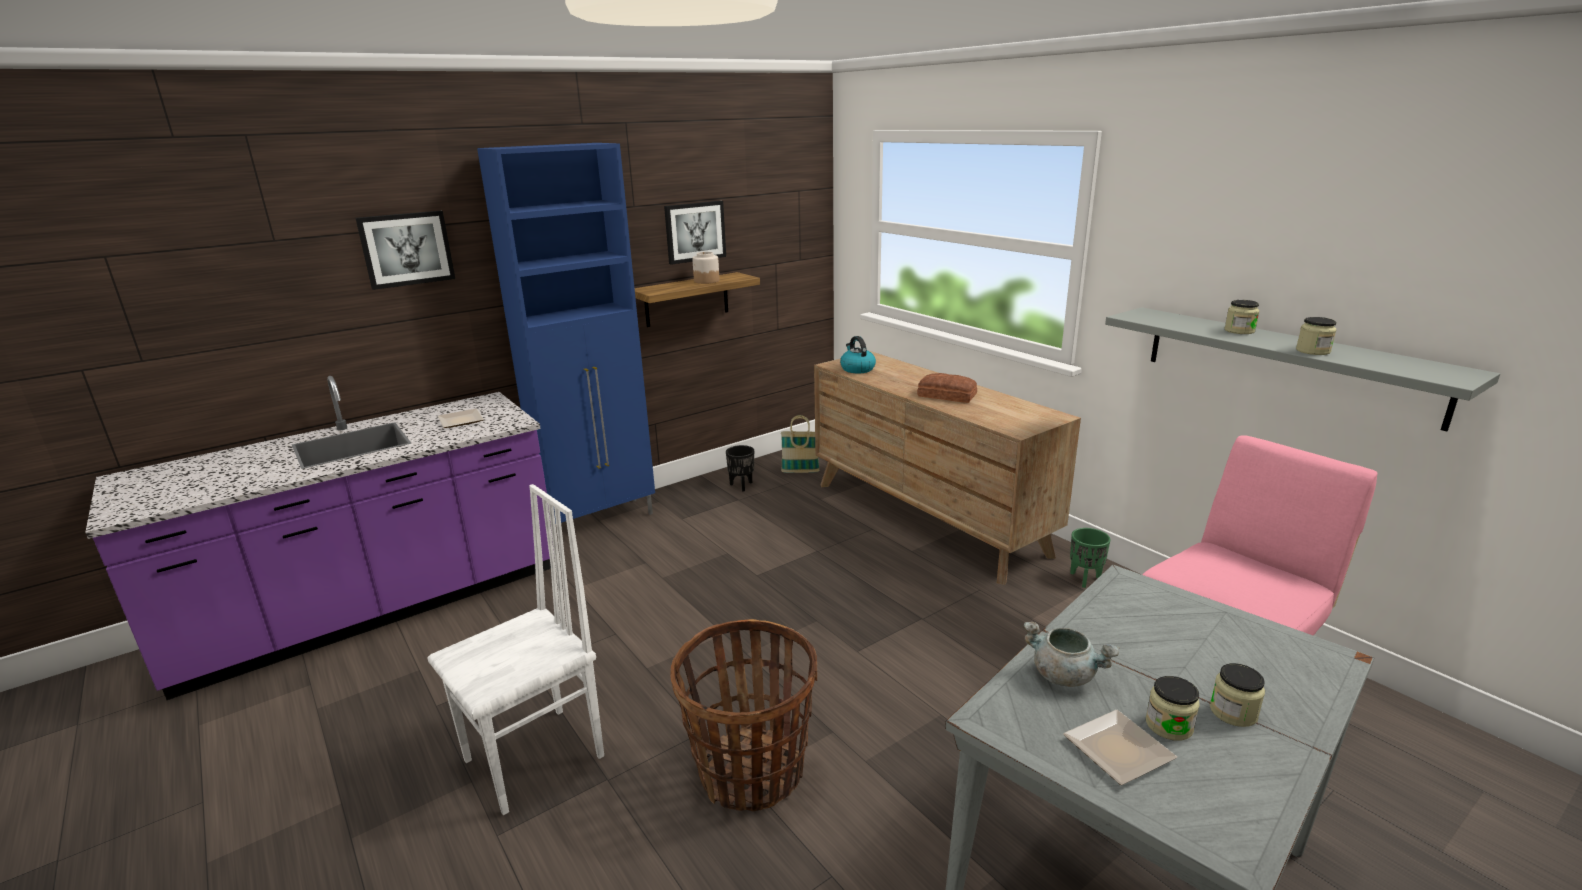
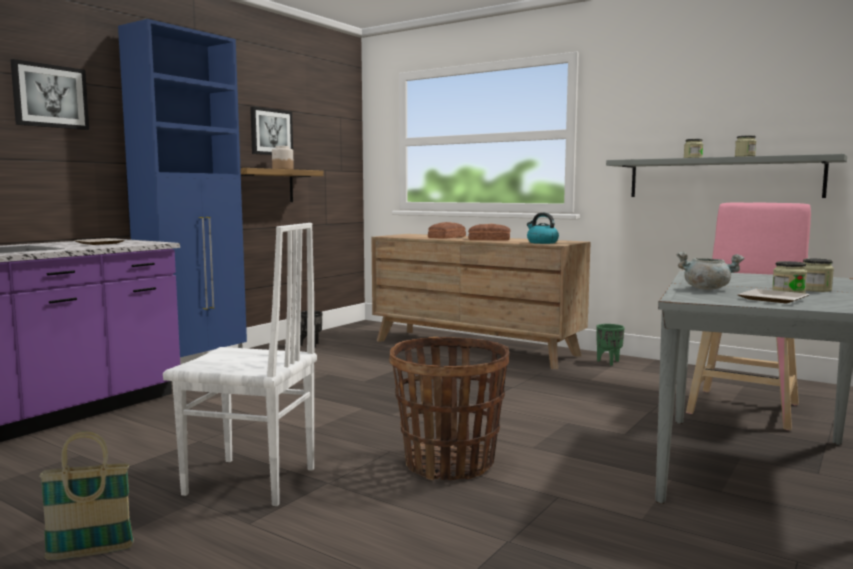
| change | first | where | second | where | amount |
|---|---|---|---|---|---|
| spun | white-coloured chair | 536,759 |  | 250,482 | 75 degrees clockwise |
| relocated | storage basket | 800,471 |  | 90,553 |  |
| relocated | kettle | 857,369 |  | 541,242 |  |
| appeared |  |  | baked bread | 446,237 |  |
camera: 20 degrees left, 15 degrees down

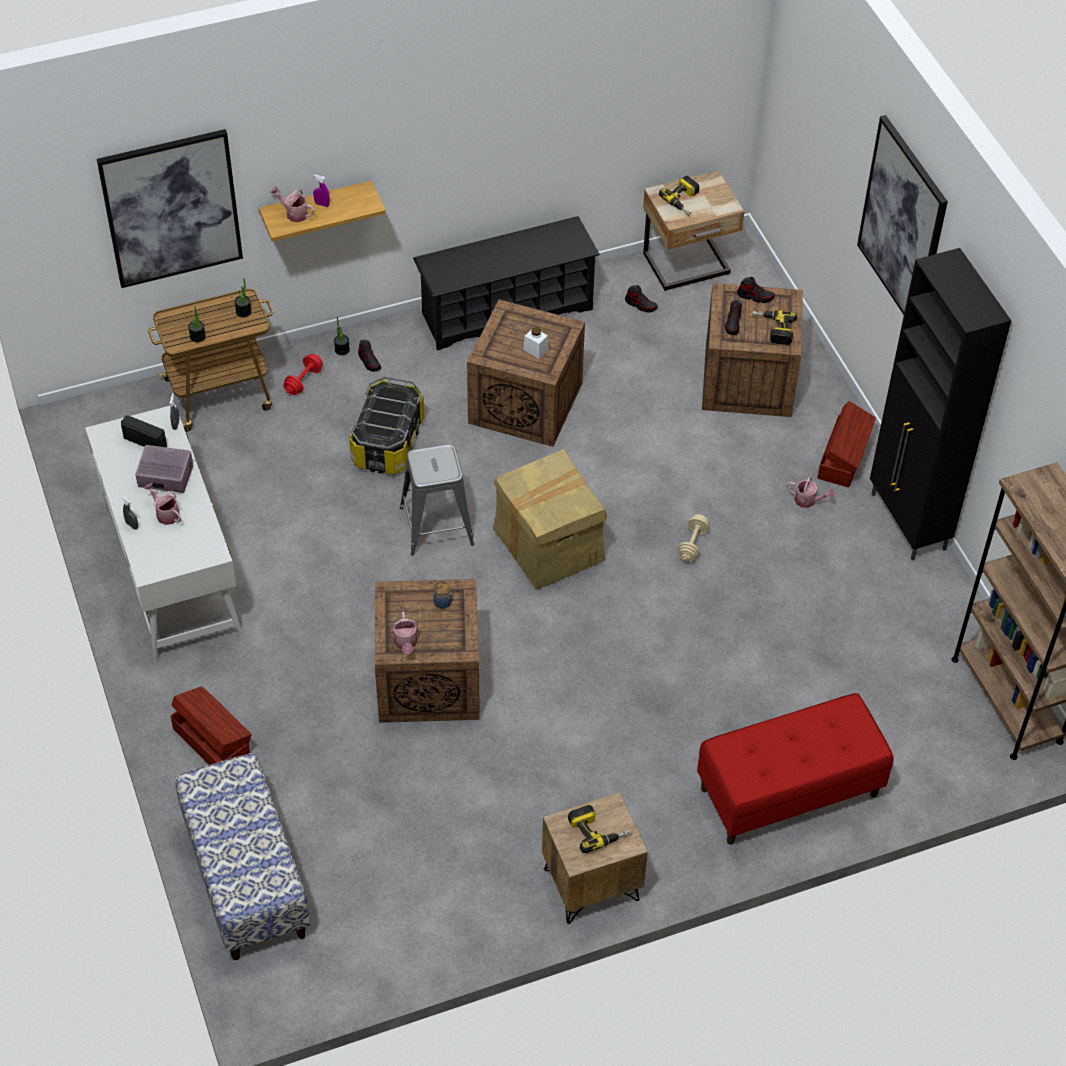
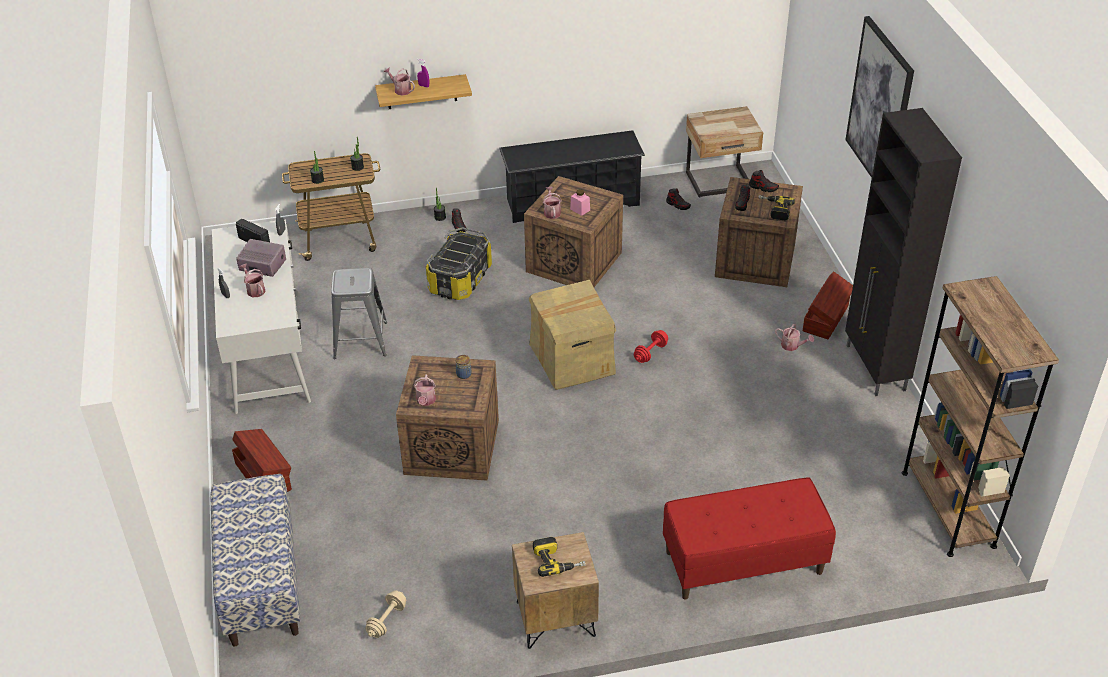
| change | first | where | second | where | amount |
|---|---|---|---|---|---|
| missing | wall art | 171,208 |  |  |  |
| relocated | red-coloured dumbbell | 303,381 |  | 650,353 |  |
| relocated | grey stool | 436,526 |  | 360,340 |  |
| colour | white-coloured preserve jar | 535,349 | pink-coloured preserve jar | 580,209 |  |
| missing | drill | 684,201 |  |  |  |
| relocated | beige-coloured dumbbell | 692,544 |  | 387,620 |  |
| appeared |  |  | watering pot | 551,212 |  |
camera: 10 degrees right, 10 degrees down

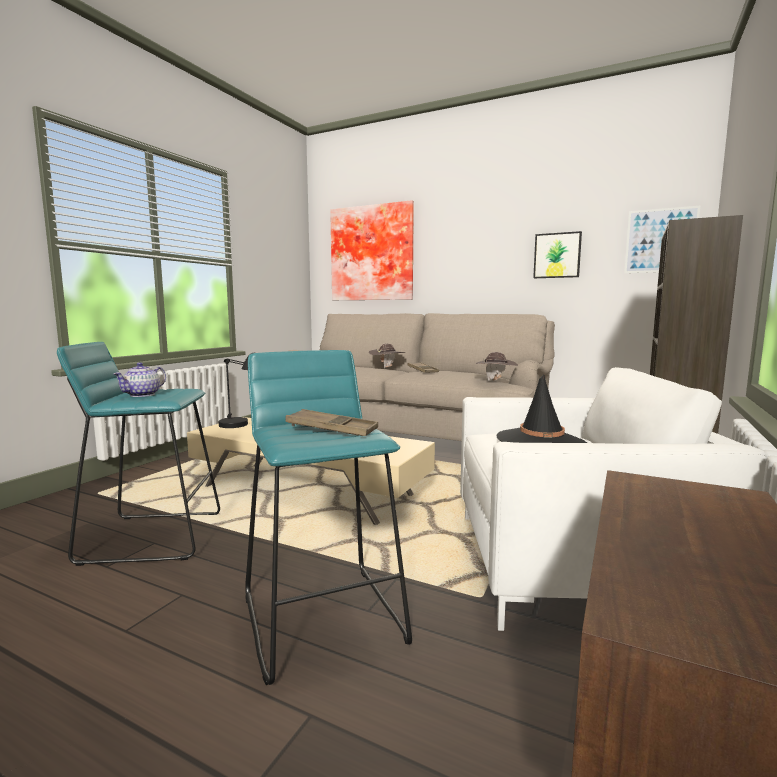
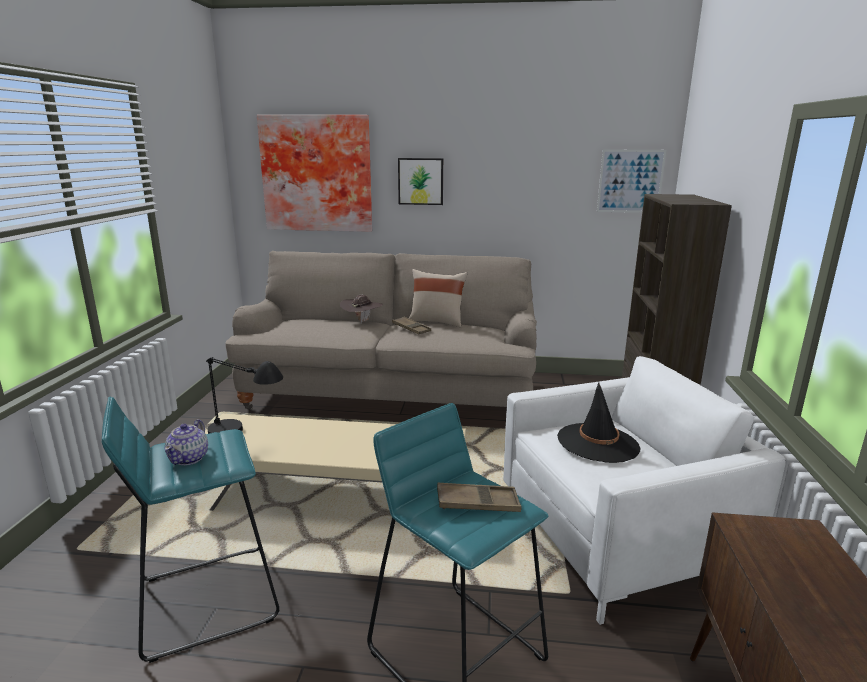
| change | first | where | second | where | amount |
|---|---|---|---|---|---|
| missing | brown hat | 495,381 |  |  |  |
| relocated | wall art | 557,255 |  | 421,181 |  |
| appeared |  |  | beige-coloured throw pillow | 436,322 |  |
camera: 20 degrees left, 10 degrees up

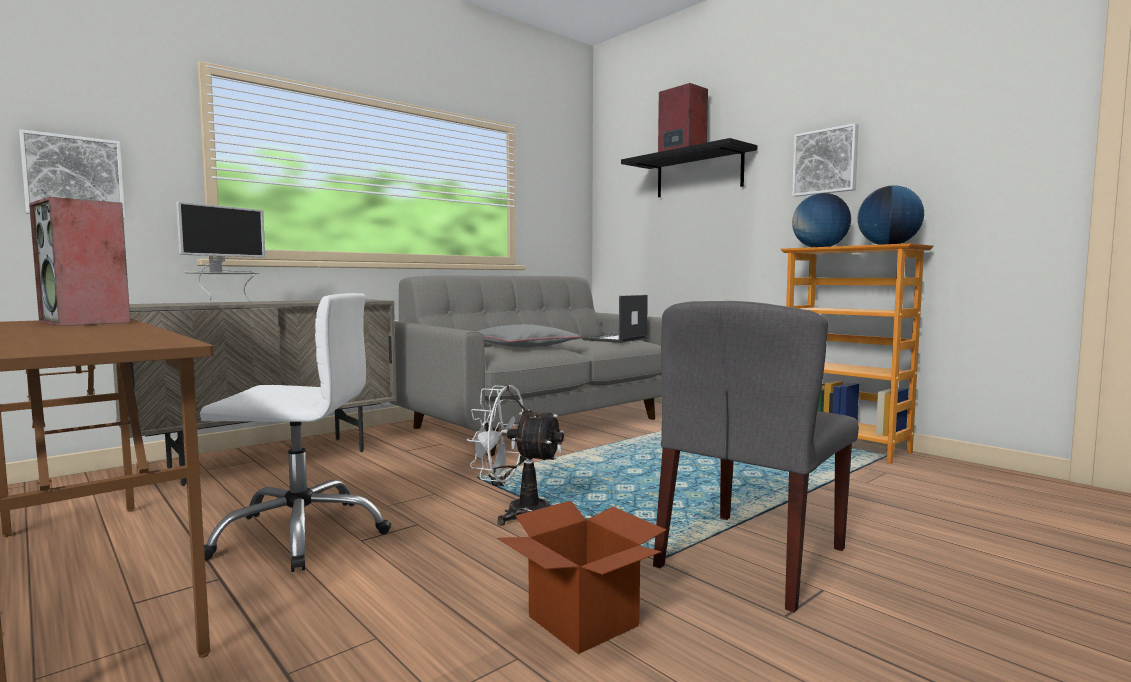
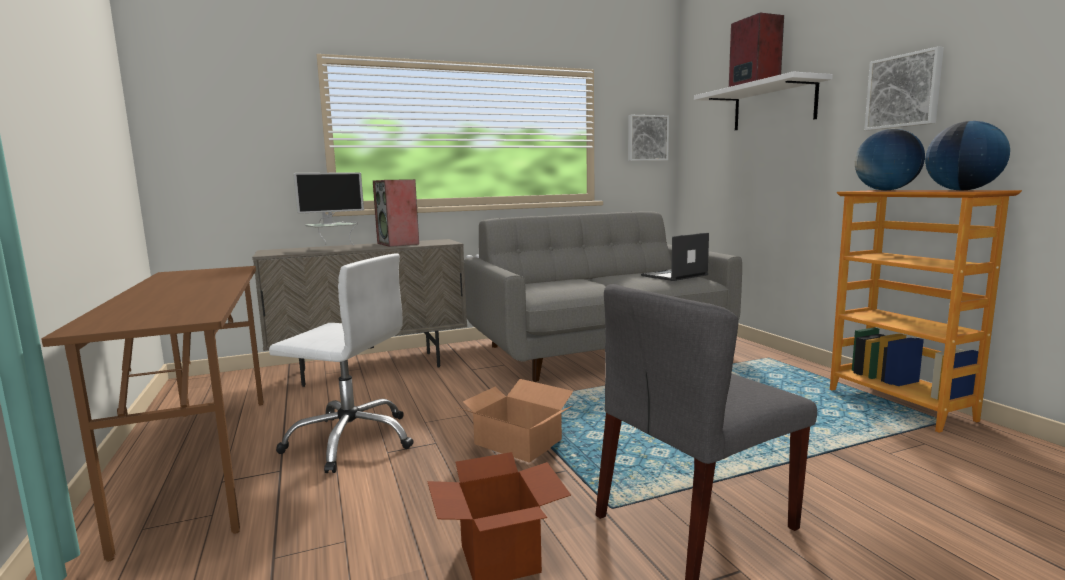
| change | first | where | second | where | amount |
|---|---|---|---|---|---|
| relocated | wall art | 74,177 |  | 647,138 |  |
| relocated | loudspeaker | 86,322 |  | 398,244 |  |
| exchanged | white-coloured fan | 517,513 | packing box | 518,443 |  |
| missing | grey throw pillow | 523,346 |  |  |  |
| colour | blackish bracket shelf | 698,174 | white-coloured bracket shelf | 773,106 |  |
camera: 20 degrees right, 5 degrees up

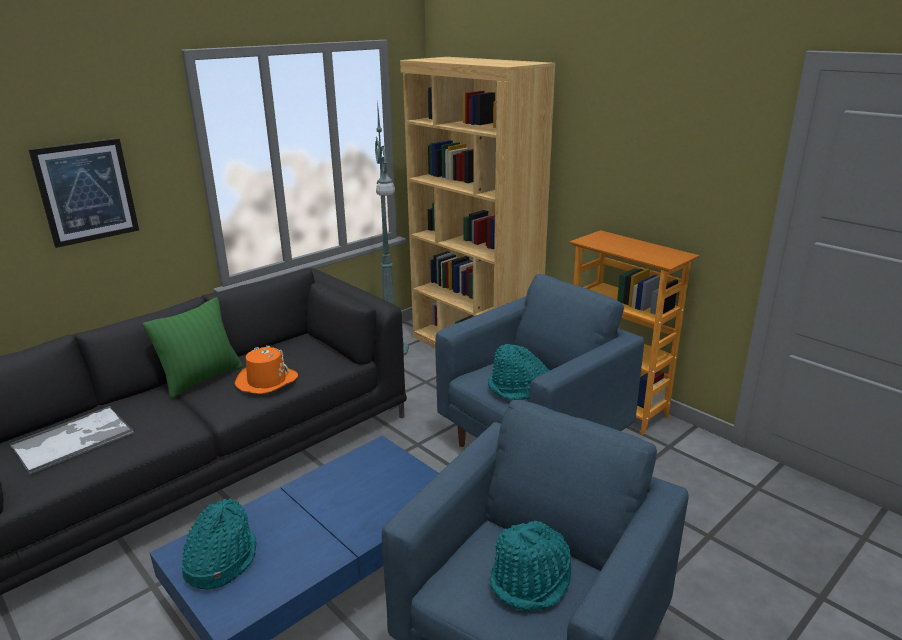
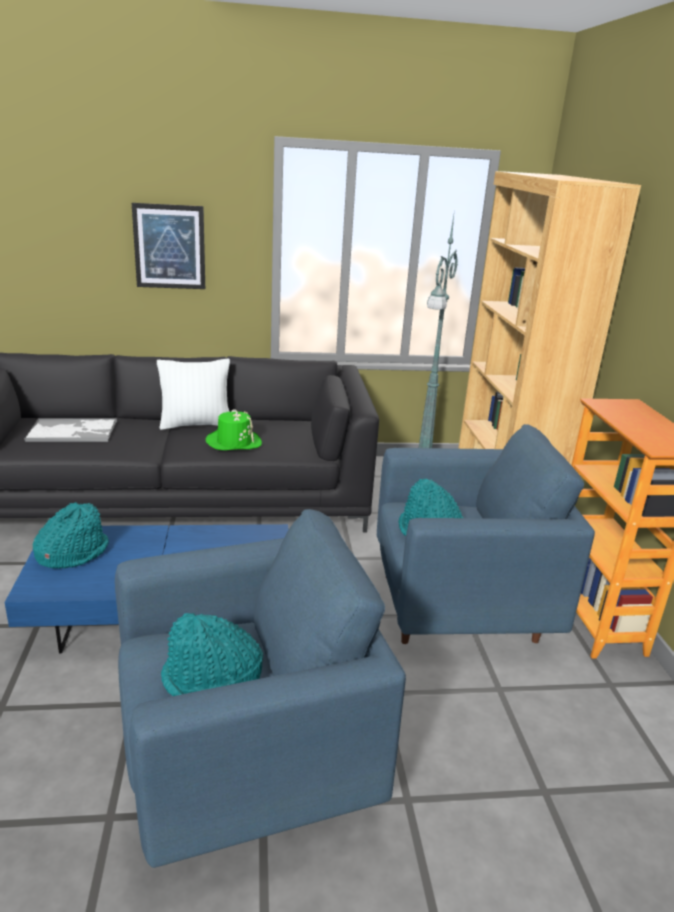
| change | first | where | second | where | amount |
|---|---|---|---|---|---|
| colour | green throw pillow | 202,379 | white-coloured throw pillow | 196,425 |  |
| colour | orange hat | 266,380 | green hat | 234,442 |  |
camera: 35 degrees right, 0 degrees up

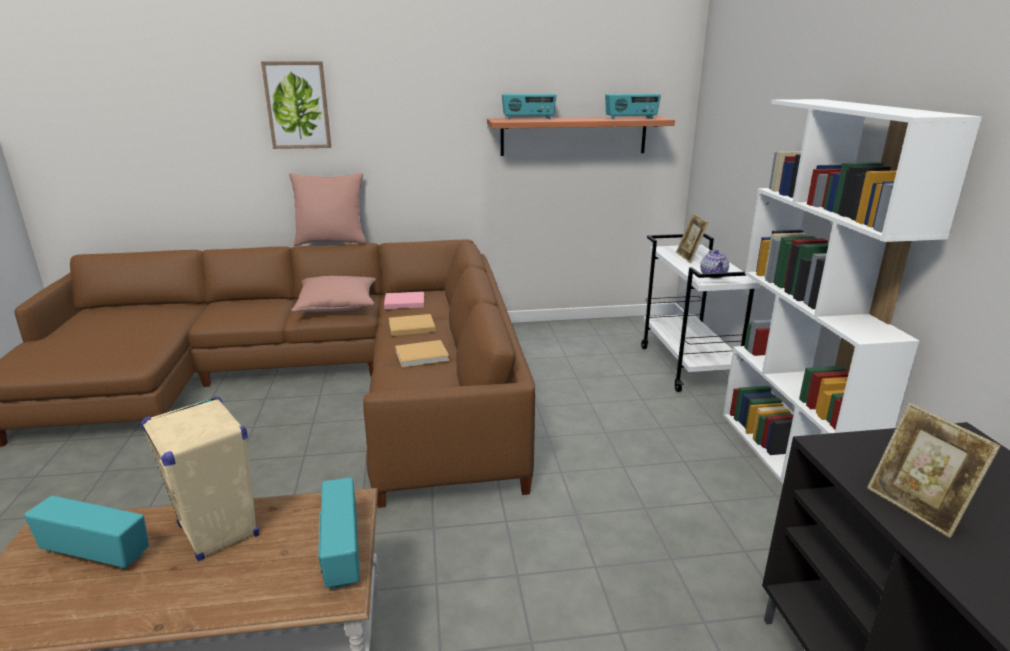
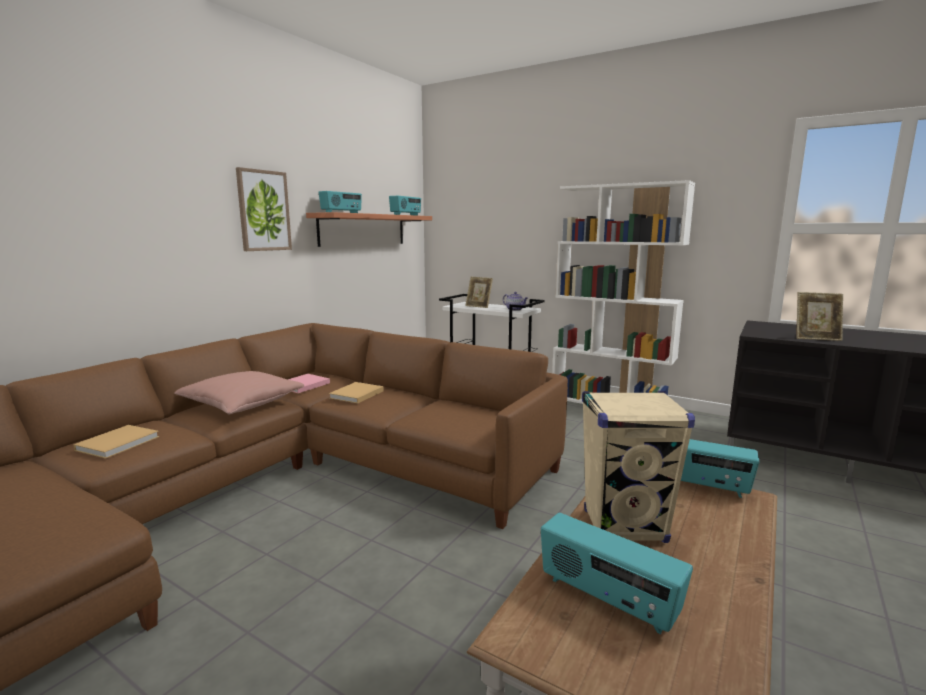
| change | first | where | second | where | amount |
|---|---|---|---|---|---|
| spun | radio set | 97,553 |  | 607,599 | 105 degrees counterclockwise |
| relocated | wall art | 297,105 |  | 263,211 |  |
| missing | pink-coloured throw pillow | 331,242 |  |  |  |
| relocated | beige-coloured book | 423,355 |  | 120,442 |  |
camera: 50 degrees left, 10 degrees down

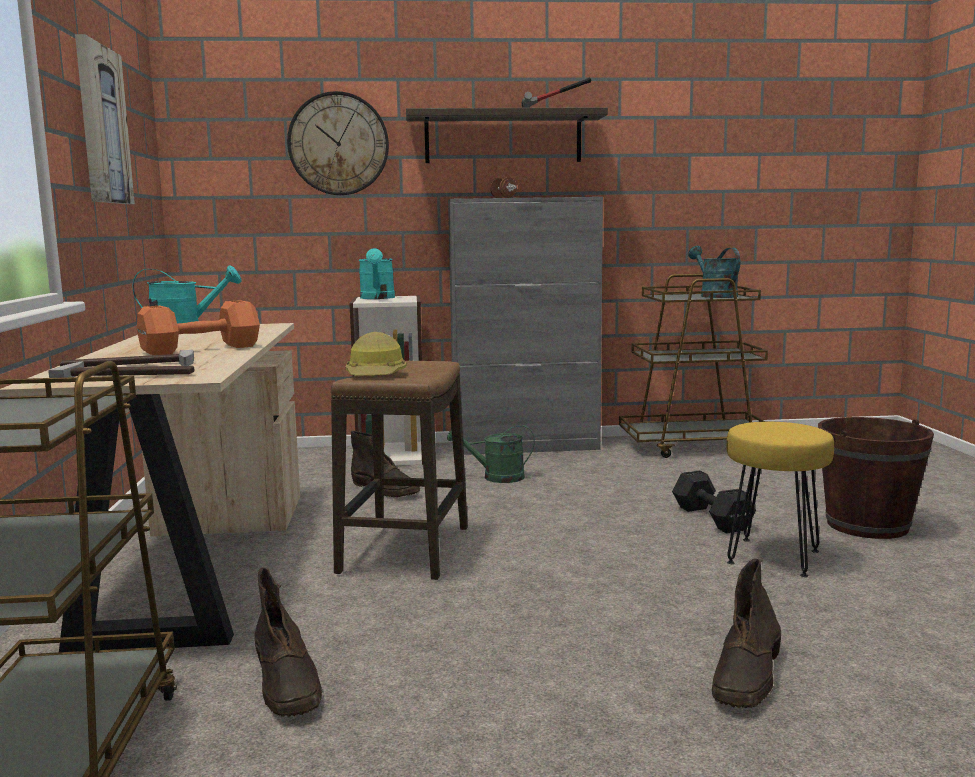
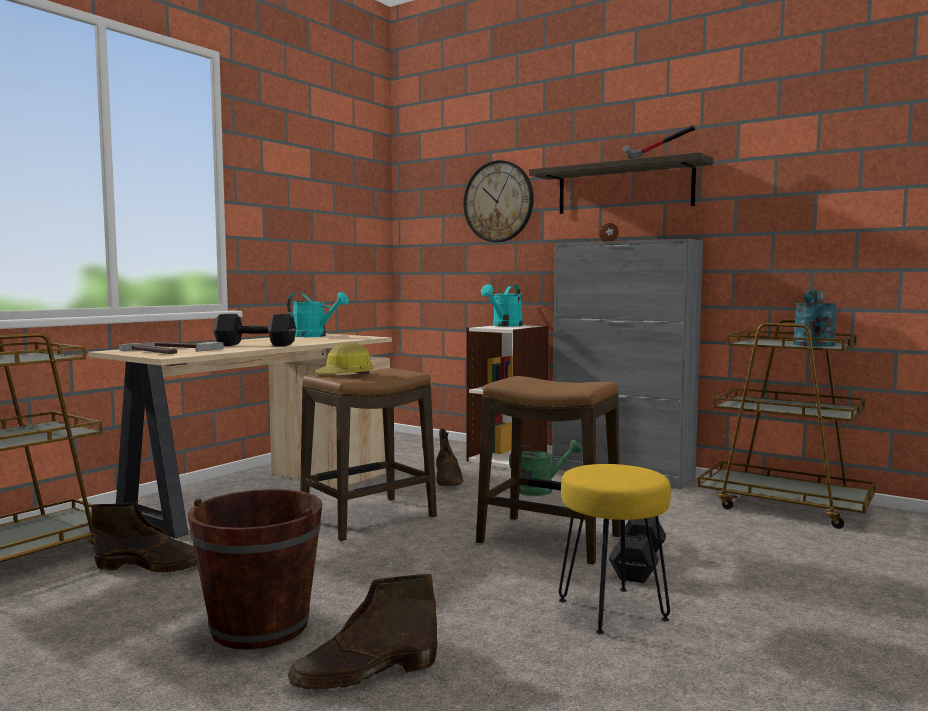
| change | first | where | second | where | amount |
|---|---|---|---|---|---|
| missing | wall art | 102,125 |  |  |  |
| colour | orange dumbbell | 204,349 | blackish dumbbell | 257,345 |  |
| spun | brown high-top boot | 287,683 |  | 151,566 | 105 degrees counterclockwise |
| spun | green watering pot | 496,477 |  | 541,490 | 120 degrees clockwise |
| relocated | brown pail | 867,525 |  | 260,626 |  |
| appeared |  |  | stool | 550,540 |  |
camera: 40 degrees right, 5 degrees down

